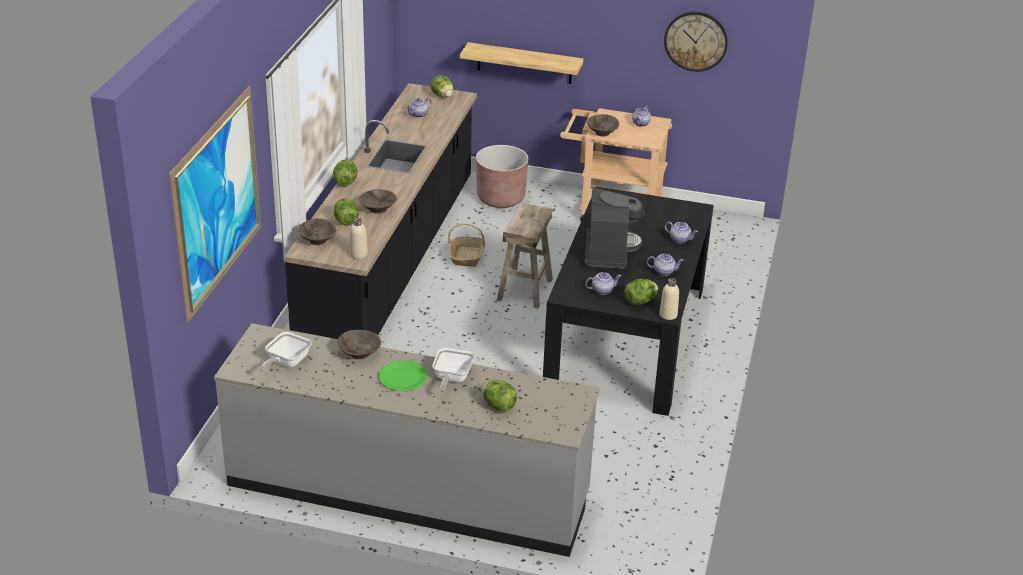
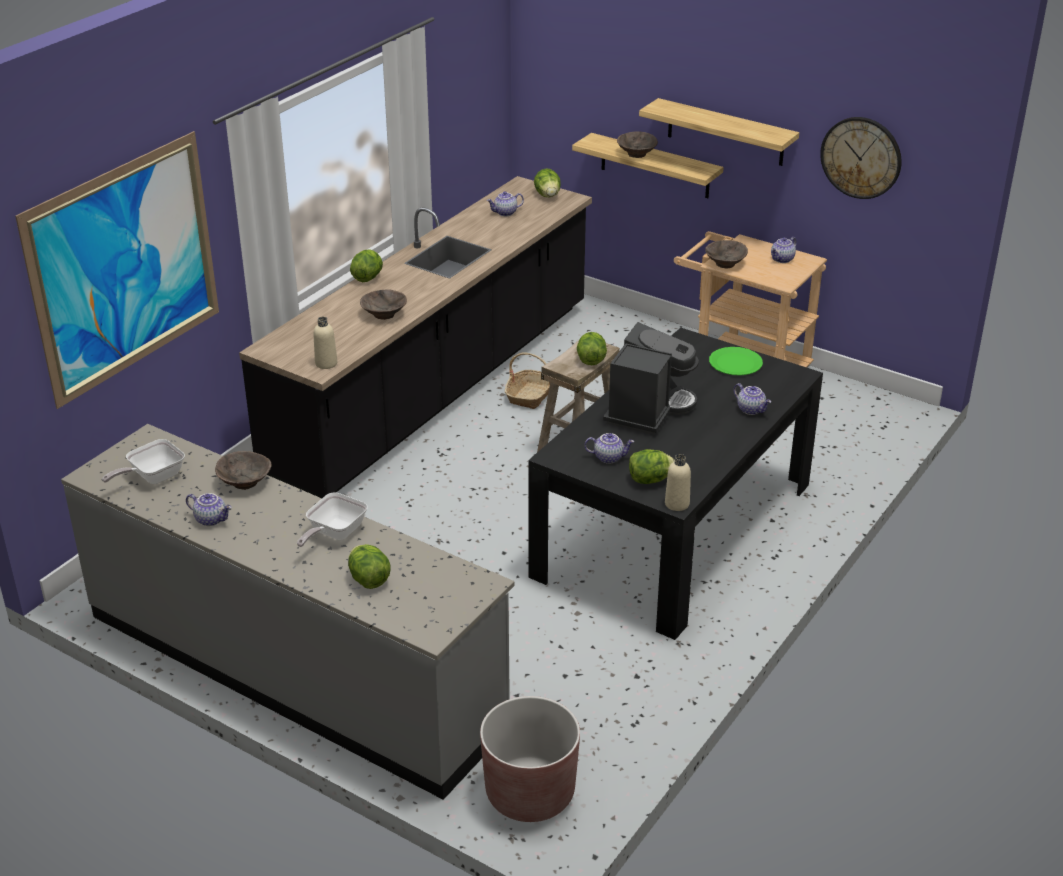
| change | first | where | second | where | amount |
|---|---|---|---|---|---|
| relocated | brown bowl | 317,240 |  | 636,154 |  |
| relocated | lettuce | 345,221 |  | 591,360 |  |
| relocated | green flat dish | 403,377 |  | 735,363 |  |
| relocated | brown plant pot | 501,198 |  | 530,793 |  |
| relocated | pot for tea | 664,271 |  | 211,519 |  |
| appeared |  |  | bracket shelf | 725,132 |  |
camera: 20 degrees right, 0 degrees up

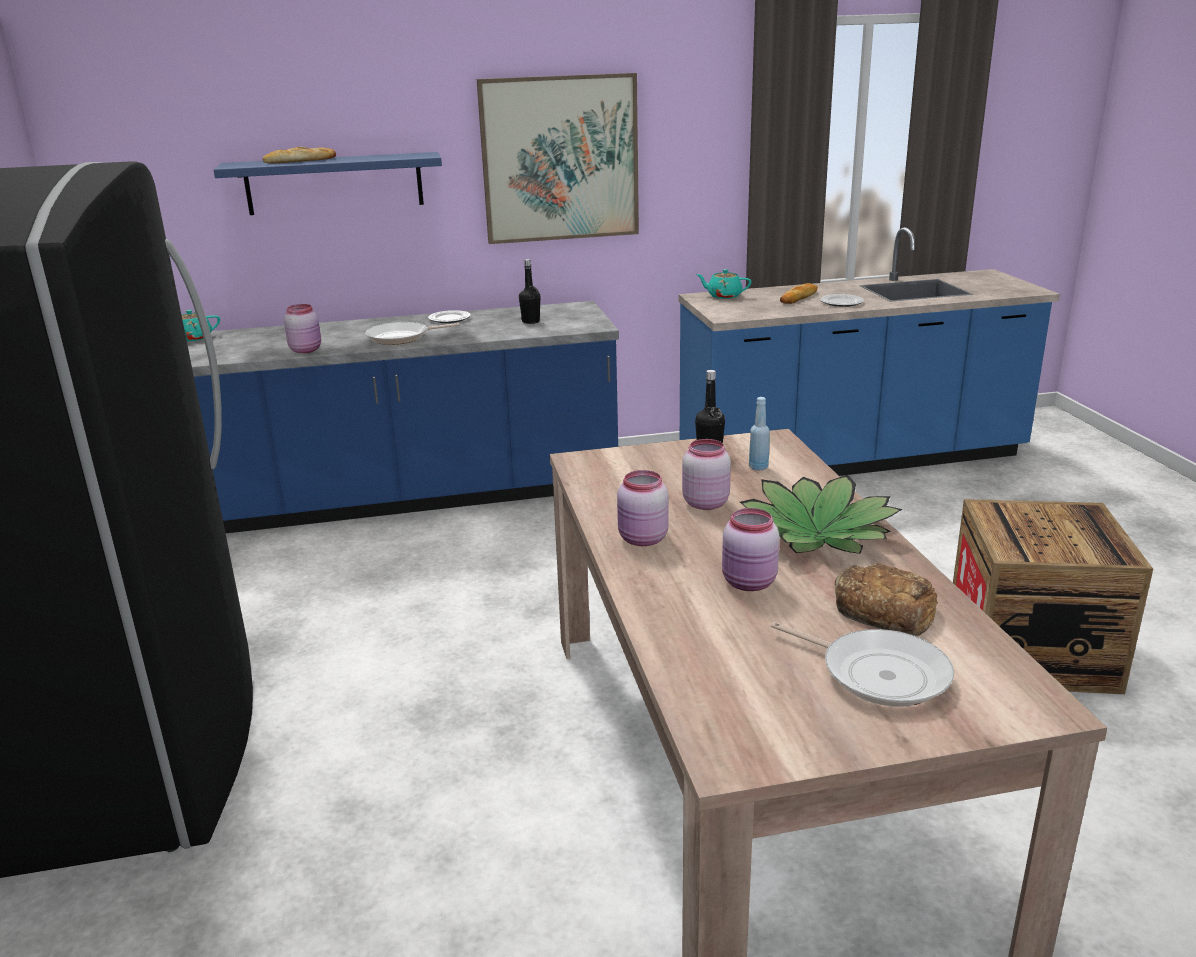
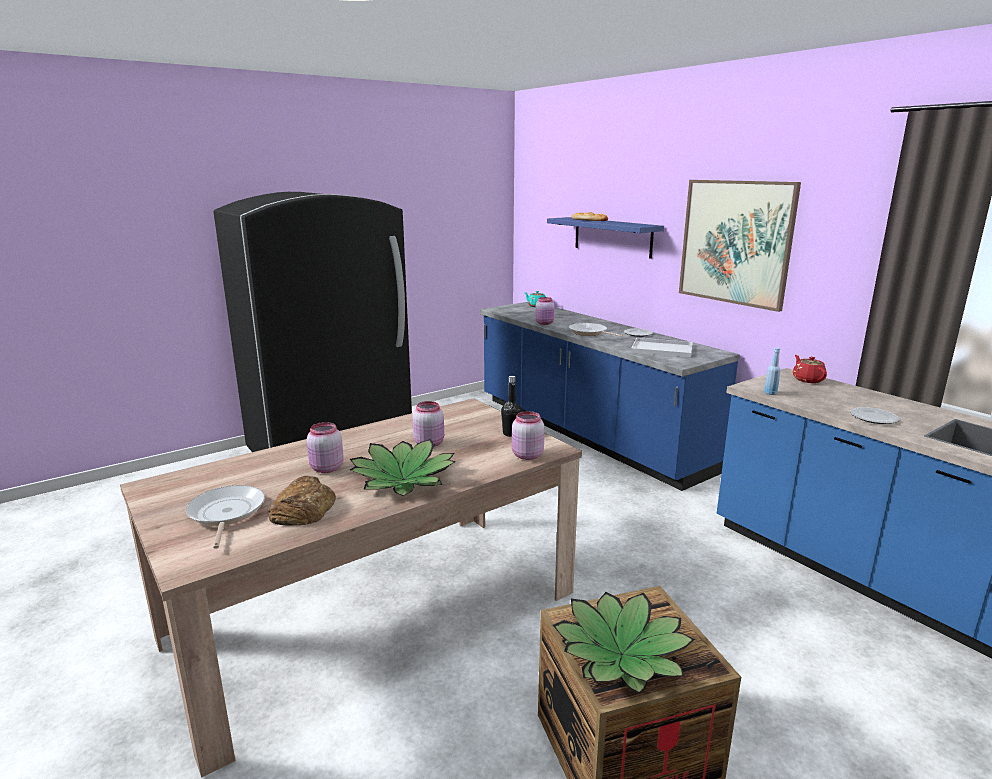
| change | first | where | second | where | amount |
|---|---|---|---|---|---|
| exchanged | blackish drink bottle | 531,321 | white-coloured tray | 663,349 |  |
| relocated | pink-coloured preserve jar | 642,539 |  | 526,455 |  |
| colour | turquoise-coloured pot for tea | 723,296 | red-coloured pot for tea | 807,380 |  |
| relocated | bluish drink bottle | 758,467 |  | 770,393 |  |
| spun | frying pan | 878,673 |  | 226,514 | 150 degrees clockwise |
| missing | baked bread | 799,297 |  |  |  |
| appeared |  |  | houseplant | 621,654 |  |
camera: 65 degrees right, 5 degrees down

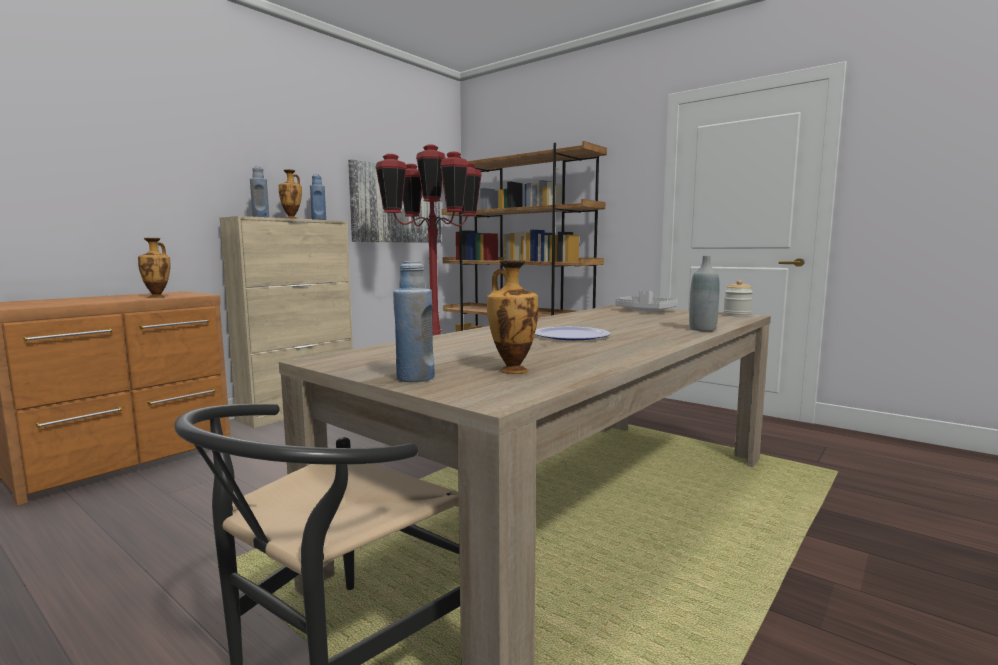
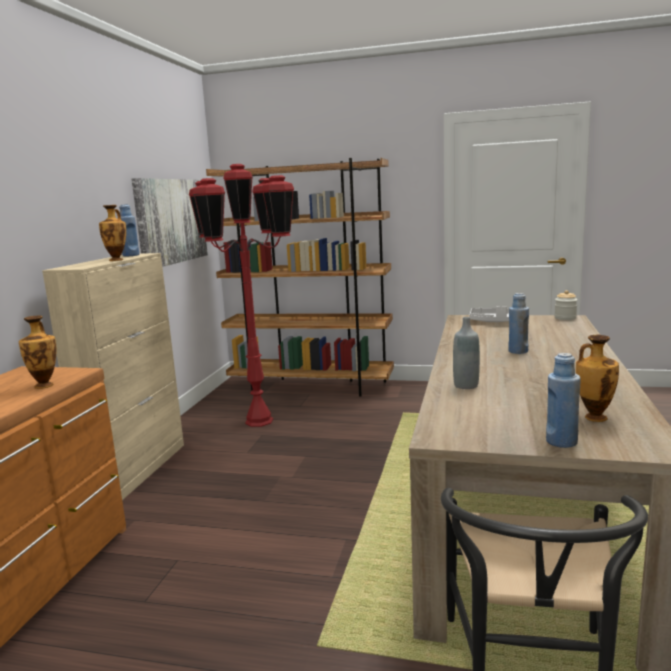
| change | first | where | second | where | amount |
|---|---|---|---|---|---|
| relocated | bluish drink bottle | 261,217 |  | 518,351 |  |
| missing | flat dish | 571,336 |  |  |  |
| relocated | grey drink bottle | 702,329 |  | 466,385 |  |
camera: 25 degrees left, 5 degrees up

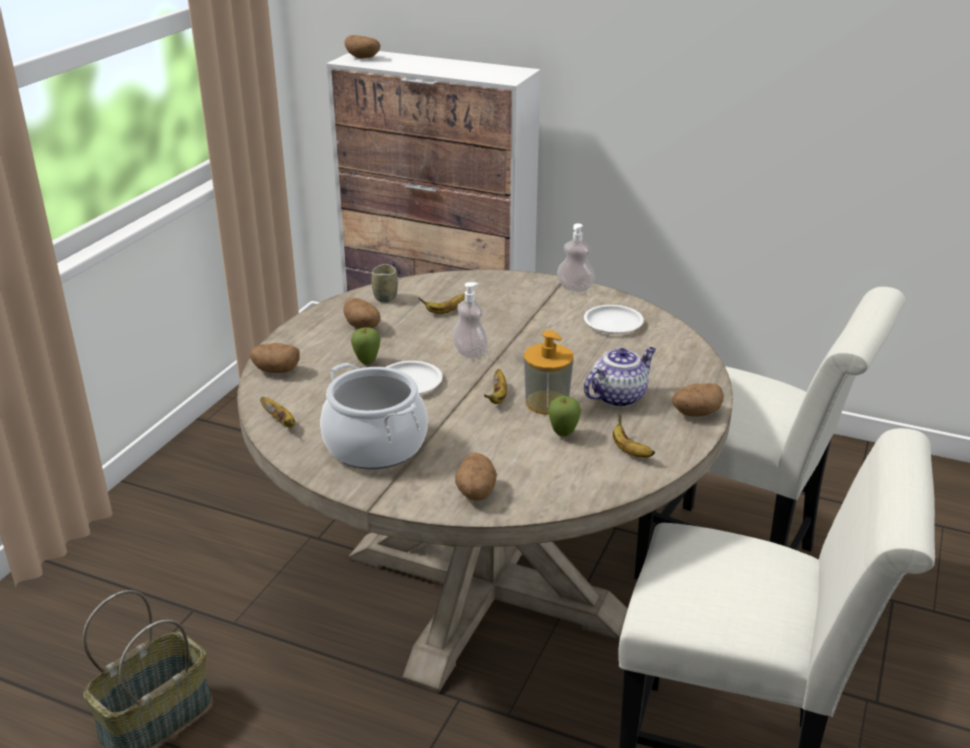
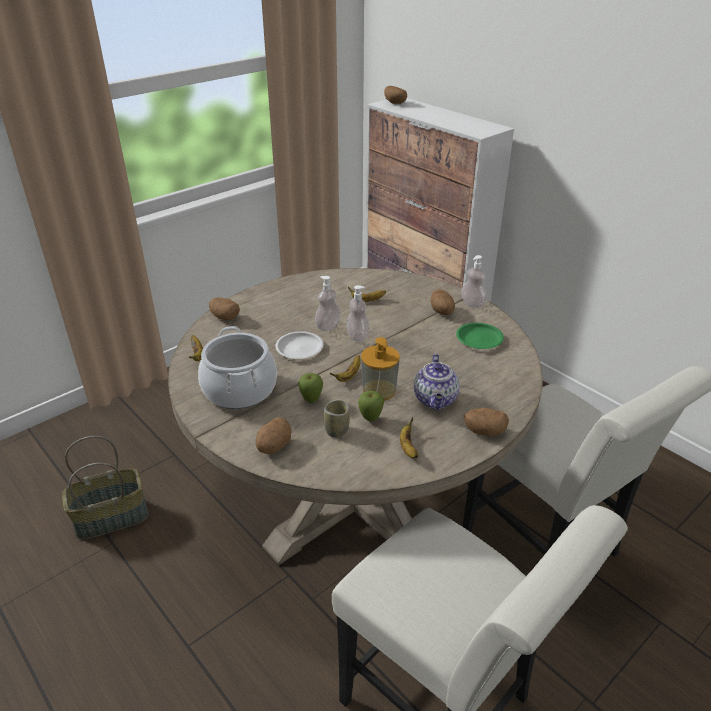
| change | first | where | second | where | amount |
|---|---|---|---|---|---|
| relocated | potato | 363,327 |  | 442,312 |  |
| relocated | apple fruit | 367,362 |  | 311,400 |  |
| relocated | cup | 385,297 |  | 337,430 |  |
| colour | white-coloured flat dish | 612,323 | green flat dish | 479,339 |  |
| spun | pot for tea | 618,396 |  | 436,400 | 105 degrees clockwise |
| appeared |  |  | soap bottle | 328,326 |  |
camera: 25 degrees right, 5 degrees up

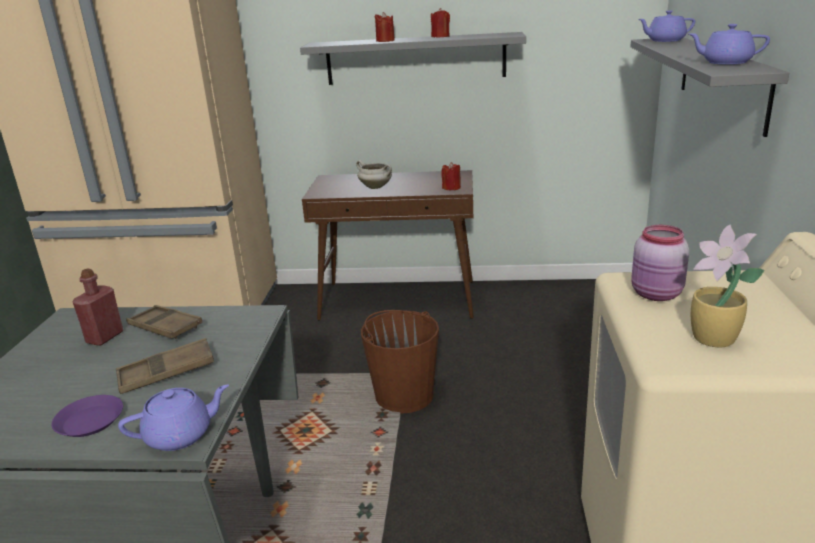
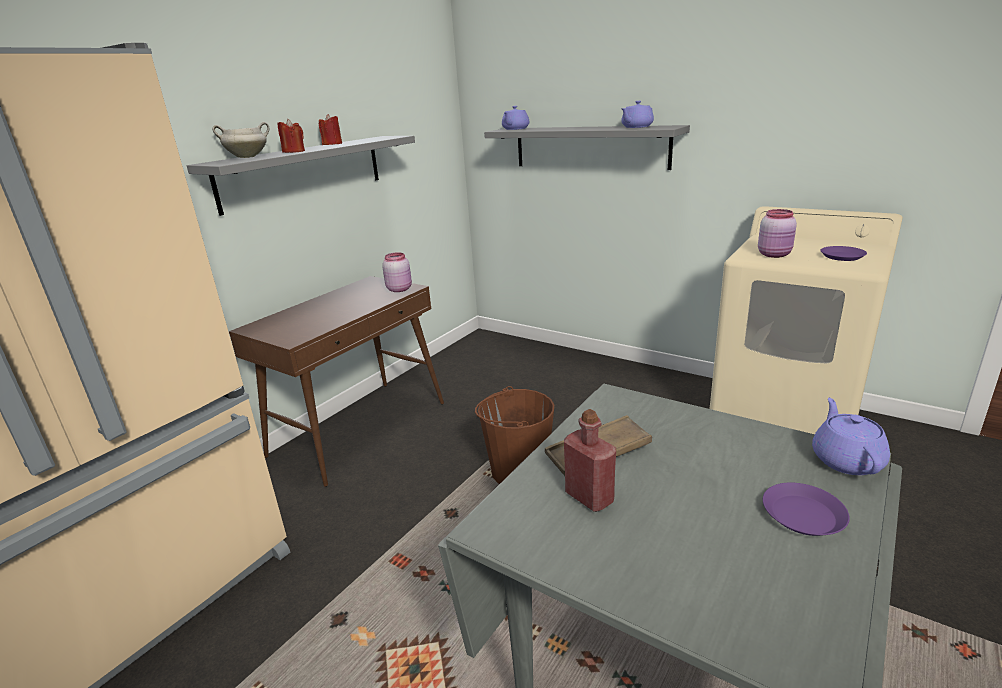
| change | first | where | second | where | amount |
|---|---|---|---|---|---|
| missing | brown tray | 166,372 |  |  |  |
| relocated | white-coloured stockpot | 376,187 |  | 248,157 |  |
| exchanged | red-coloured wax candle | 451,188 | pink-coloured preserve jar | 399,289 |  |
| exchanged | houseplant | 714,340 | purple flat dish | 842,256 |  |
camera: 60 degrees left, 0 degrees up

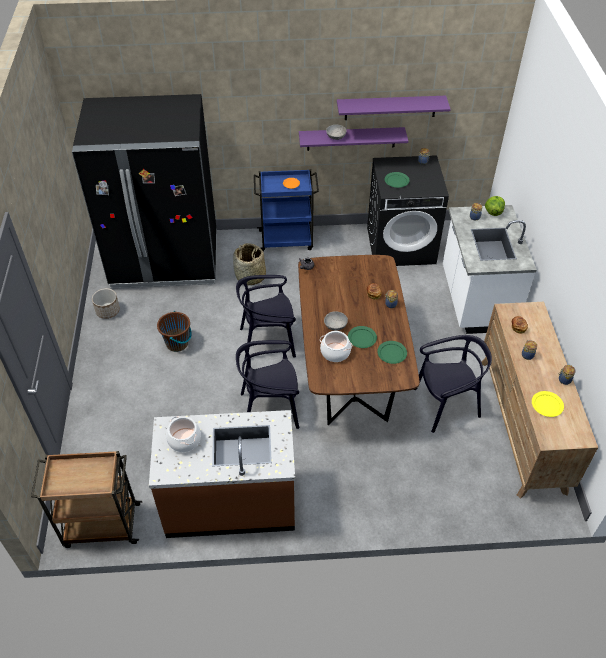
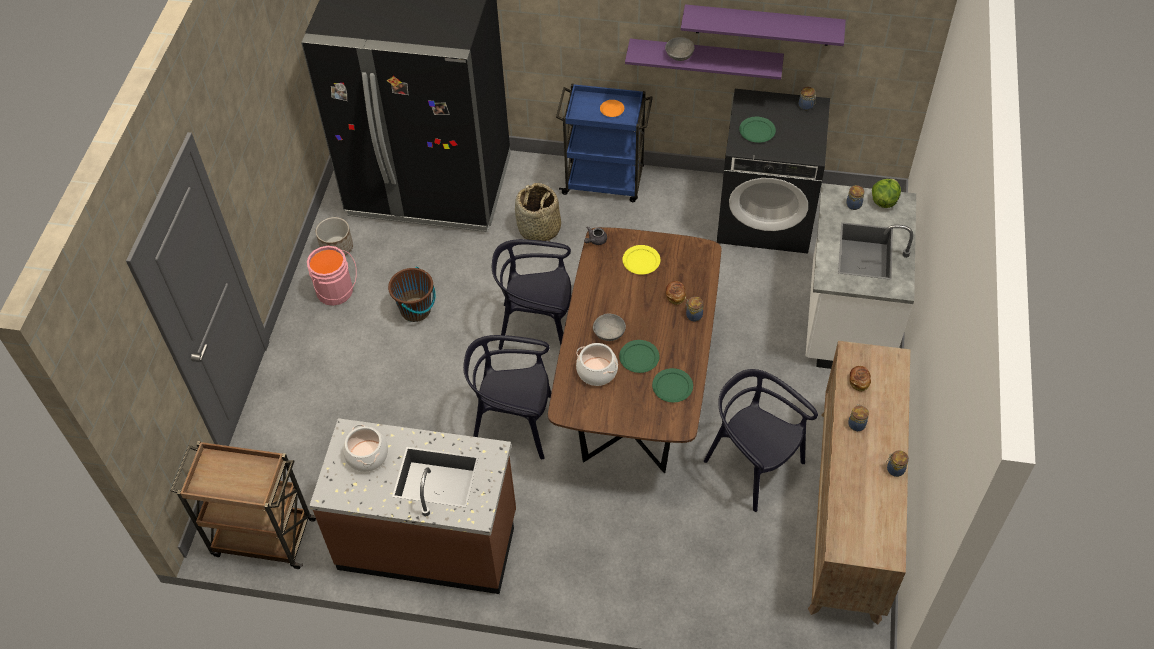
| change | first | where | second | where | amount |
|---|---|---|---|---|---|
| spun | blackish chair | 446,405 |  | 753,465 | 135 degrees counterclockwise |
| relocated | yellow flat dish | 546,405 |  | 641,261 |  |
| appeared |  |  | pink-coloured pail | 336,292 |  |
camera: 15 degrees right, 5 degrees up

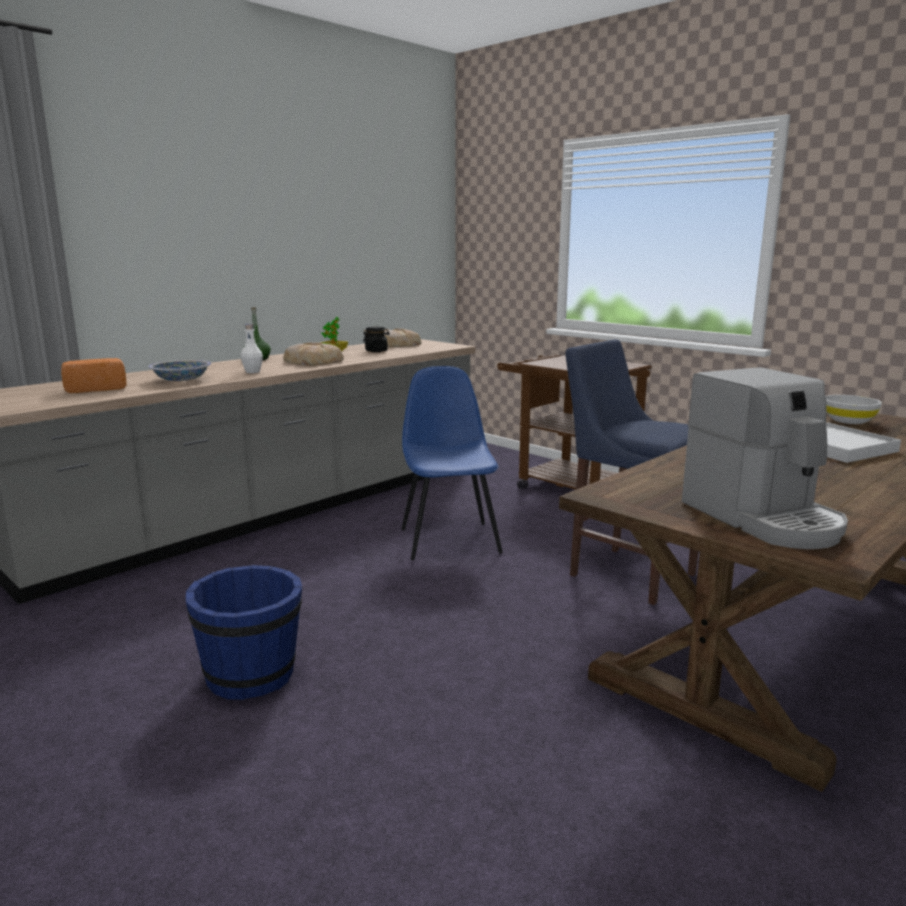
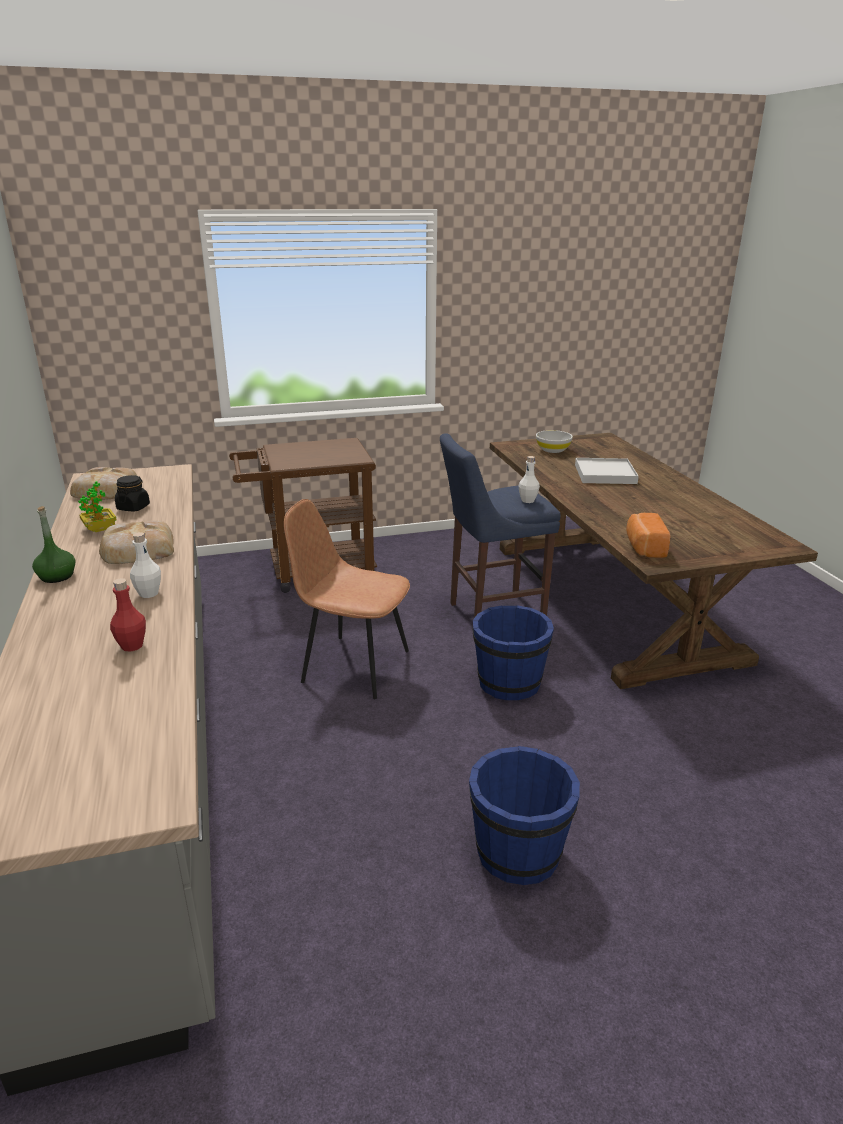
| change | first | where | second | where | amount |
|---|---|---|---|---|---|
| relocated | baked bread | 95,389 |  | 644,547 |  |
| exchanged | bowl | 181,380 | red-coloured drink bottle | 132,646 |  |
| colour | bluish chair | 449,539 | brown chair | 353,665 |  |
| missing | coffee brewer | 763,518 |  |  |  |
| appeared |  |  | bluish pail | 509,683 |  |
| appeared |  |  | white-coloured drink bottle | 528,500 |  |
camera: 60 degrees left, 10 degrees up

